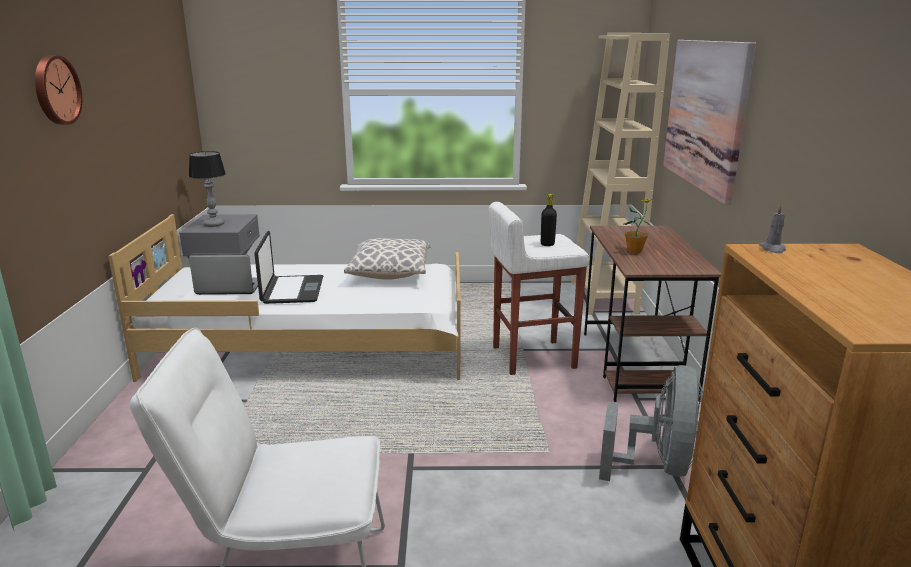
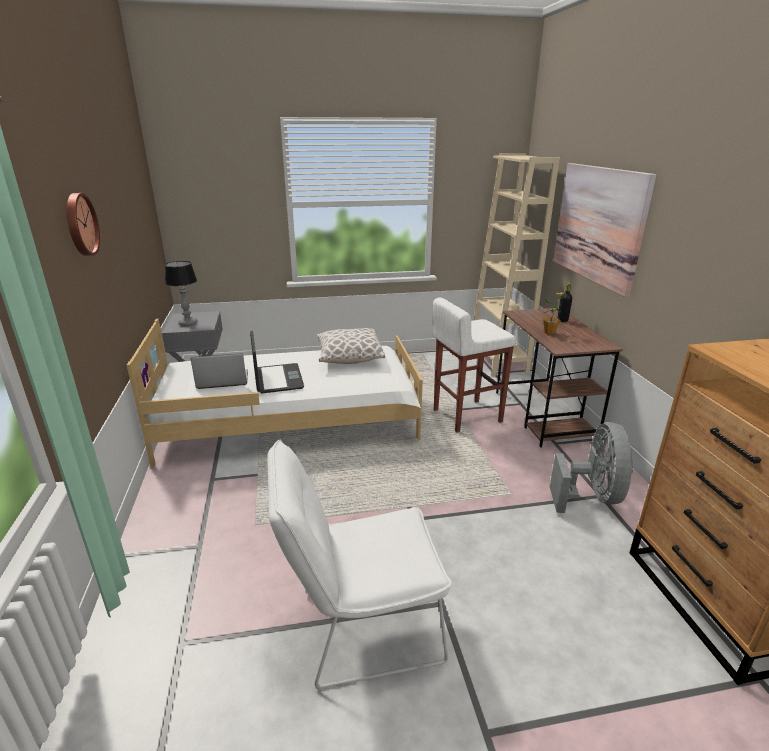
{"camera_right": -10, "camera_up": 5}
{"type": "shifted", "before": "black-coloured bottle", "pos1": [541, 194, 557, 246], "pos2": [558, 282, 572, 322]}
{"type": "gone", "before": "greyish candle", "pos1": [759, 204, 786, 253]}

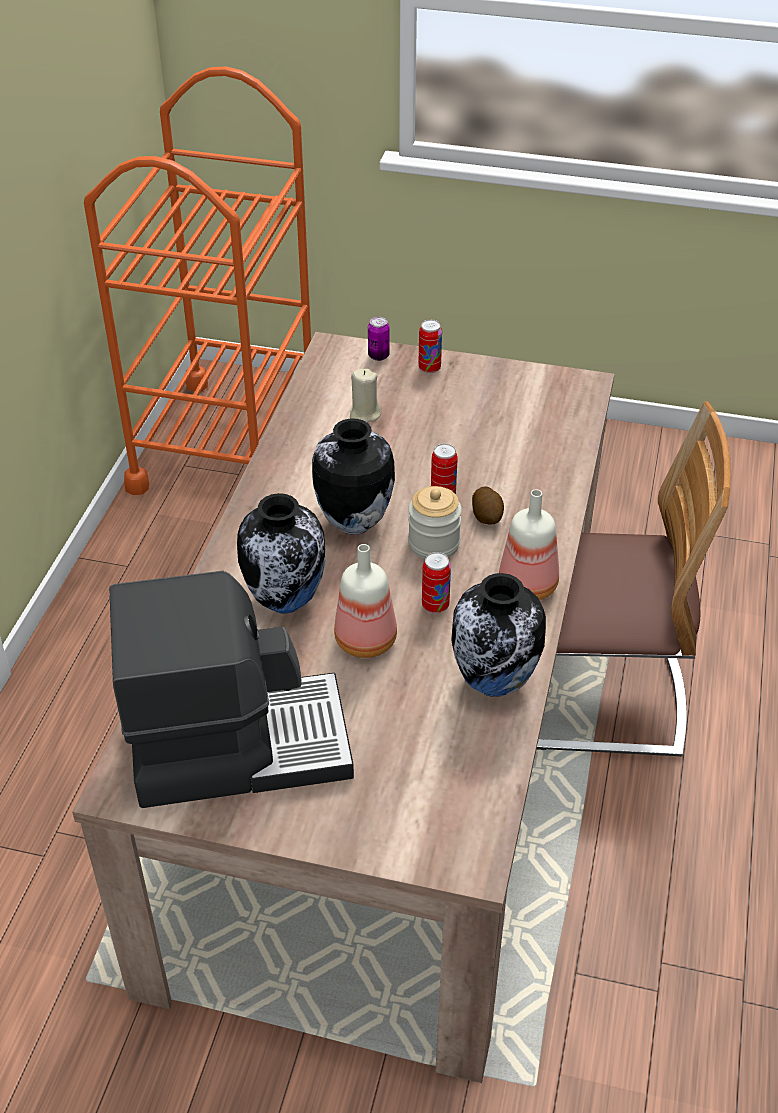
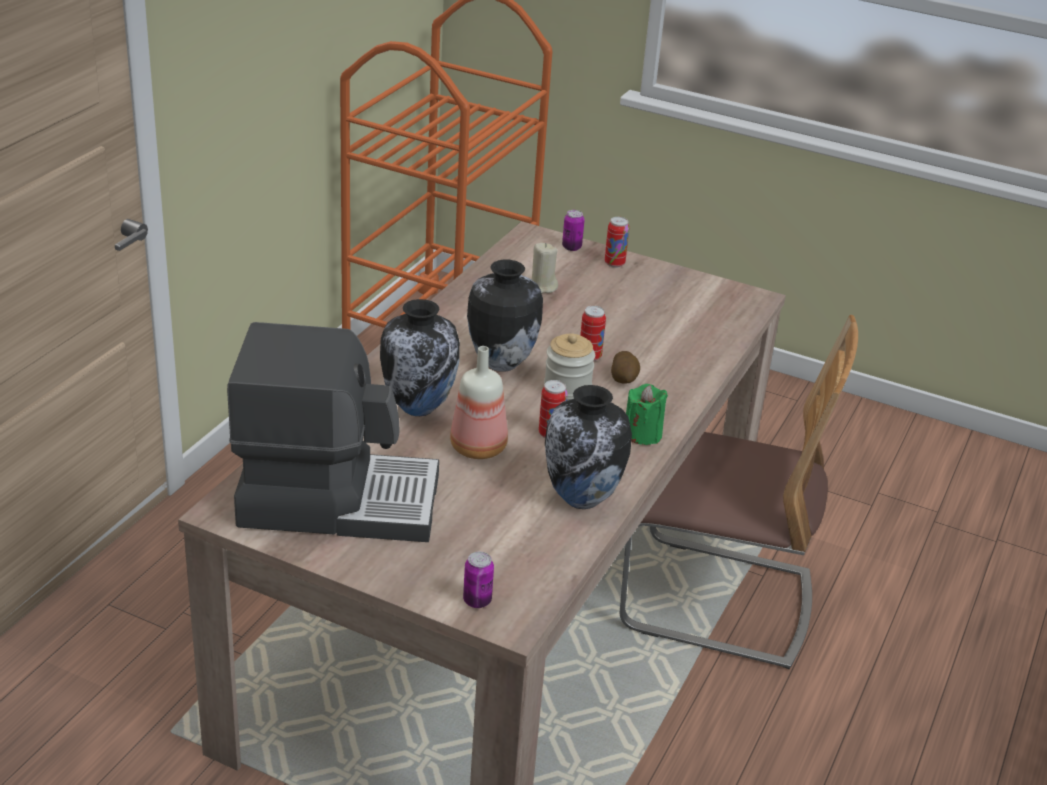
{"camera_right": 10, "camera_up": -10}
{"type": "swapped", "before": "bottle", "after": "greenish candle", "pos1": [499, 489, 559, 600], "pos2": [626, 384, 668, 445]}
{"type": "new", "after": "can", "pos2": [463, 552, 494, 608]}

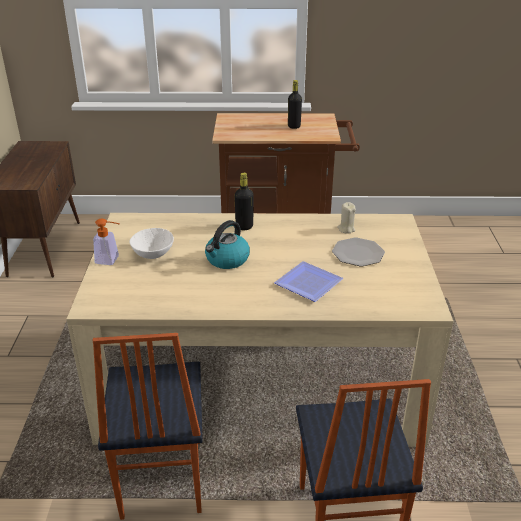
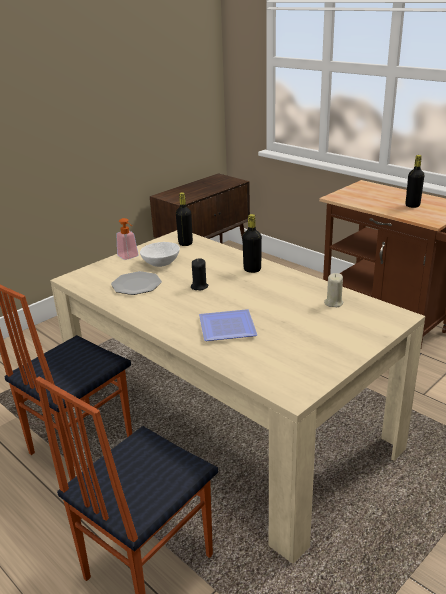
{"camera_right": 45, "camera_up": -5}
{"type": "swapped", "before": "water kettle", "after": "black-coloured candle", "pos1": [205, 220, 250, 269], "pos2": [191, 258, 208, 290]}
{"type": "shifted", "before": "dinner plate", "pos1": [332, 238, 385, 266], "pos2": [111, 271, 162, 295]}
{"type": "new", "after": "black-coloured bottle", "pos2": [176, 192, 193, 246]}

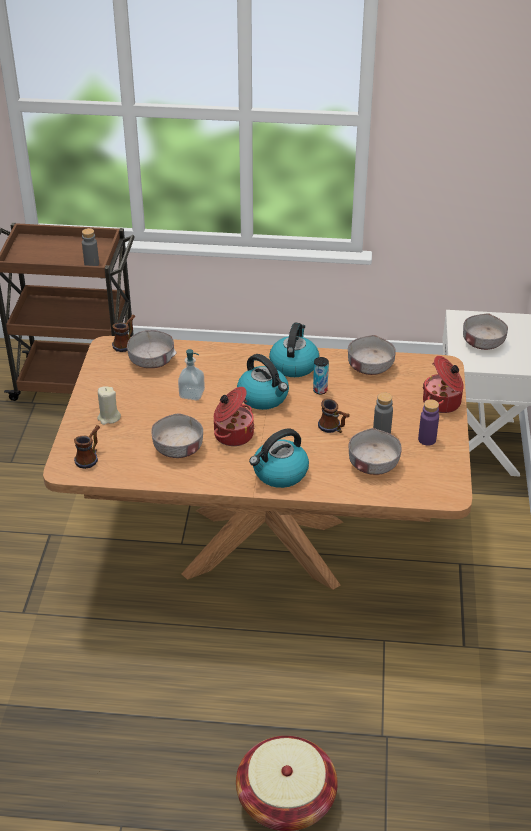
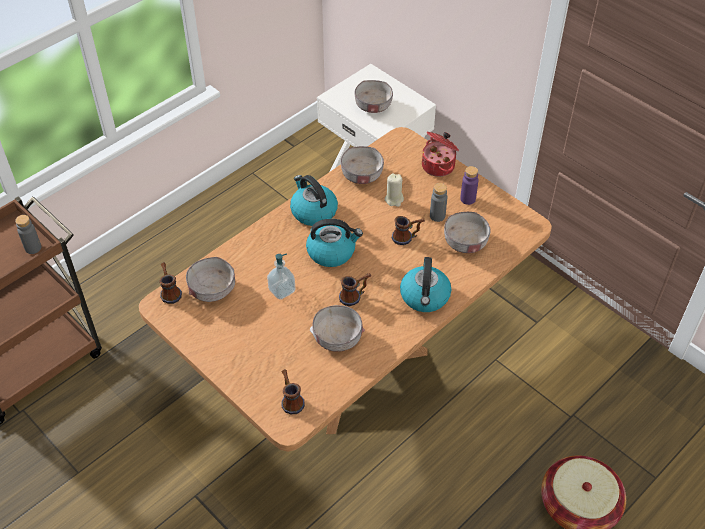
{"camera_right": -50, "camera_up": 10}
{"type": "shifted", "before": "beige-coloured candle", "pos1": [97, 386, 121, 425], "pos2": [385, 174, 404, 207]}
{"type": "swapped", "before": "saucepot", "after": "mug", "pos1": [214, 387, 254, 446], "pos2": [339, 273, 371, 306]}
{"type": "gone", "before": "can", "pos1": [313, 357, 329, 394]}

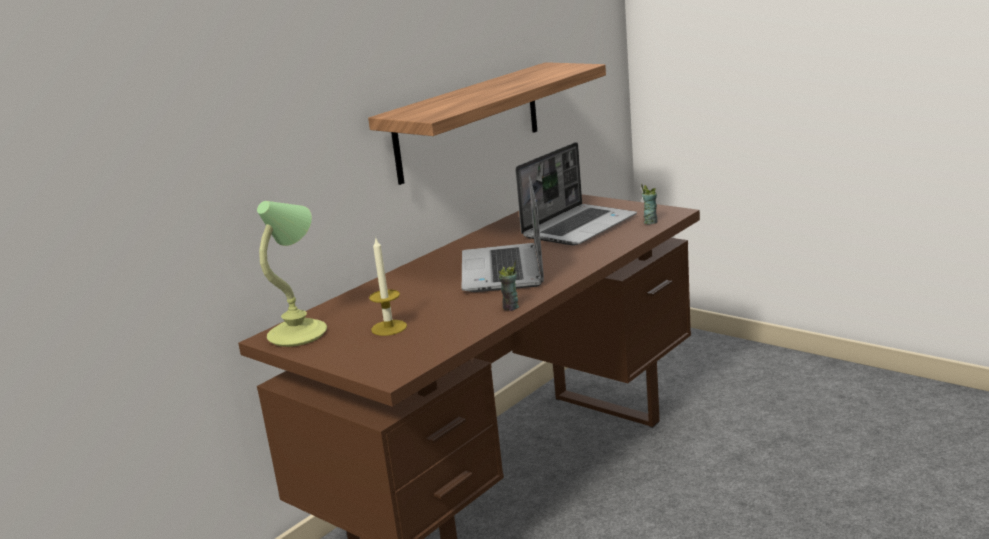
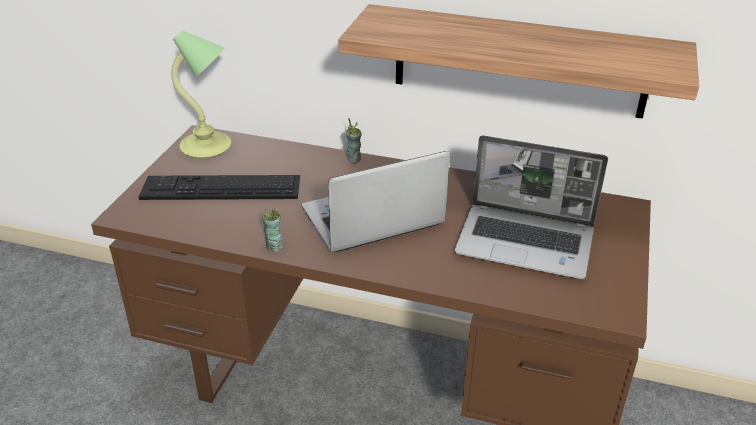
{"camera_right": 65, "camera_up": 15}
{"type": "swapped", "before": "candle", "after": "keyboard", "pos1": [369, 238, 407, 336], "pos2": [139, 175, 300, 200]}
{"type": "shifted", "before": "cup", "pos1": [641, 184, 657, 225], "pos2": [346, 118, 362, 163]}

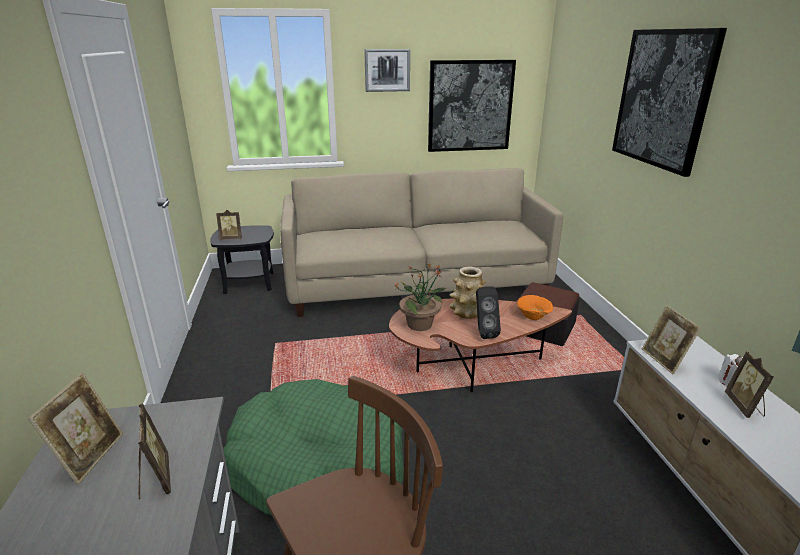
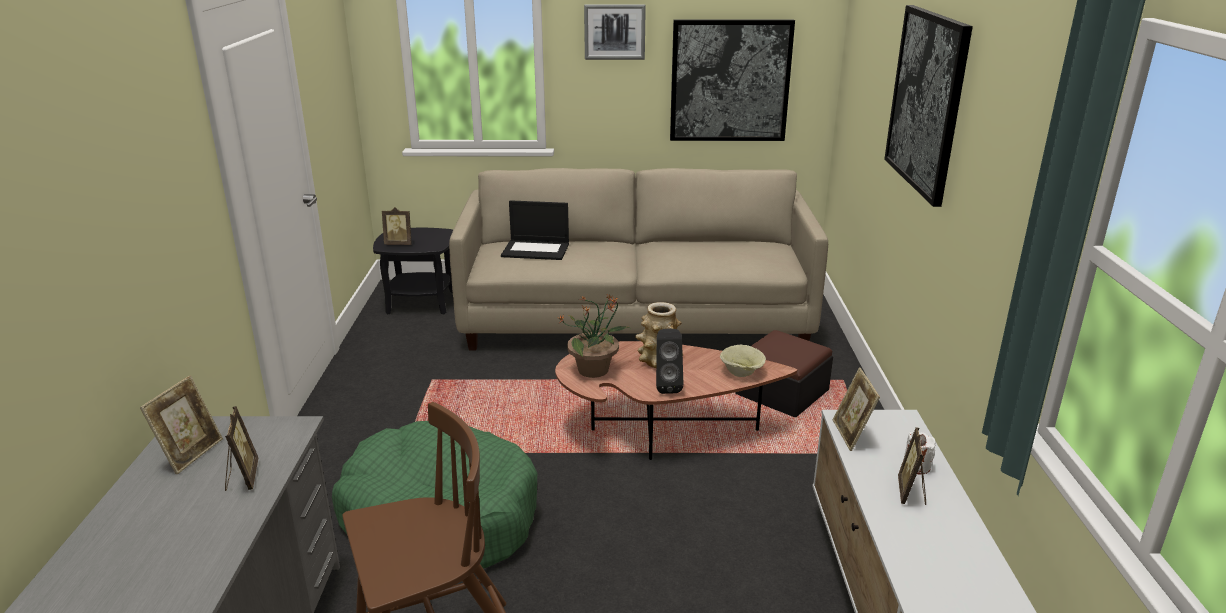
{"camera_right": 10, "camera_up": 0}
{"type": "repainted", "before": "orange serving bowl", "after": "beige-coloured serving bowl", "pos1": [517, 295, 553, 320], "pos2": [720, 345, 766, 377]}
{"type": "new", "after": "portable computer", "pos2": [501, 200, 569, 260]}

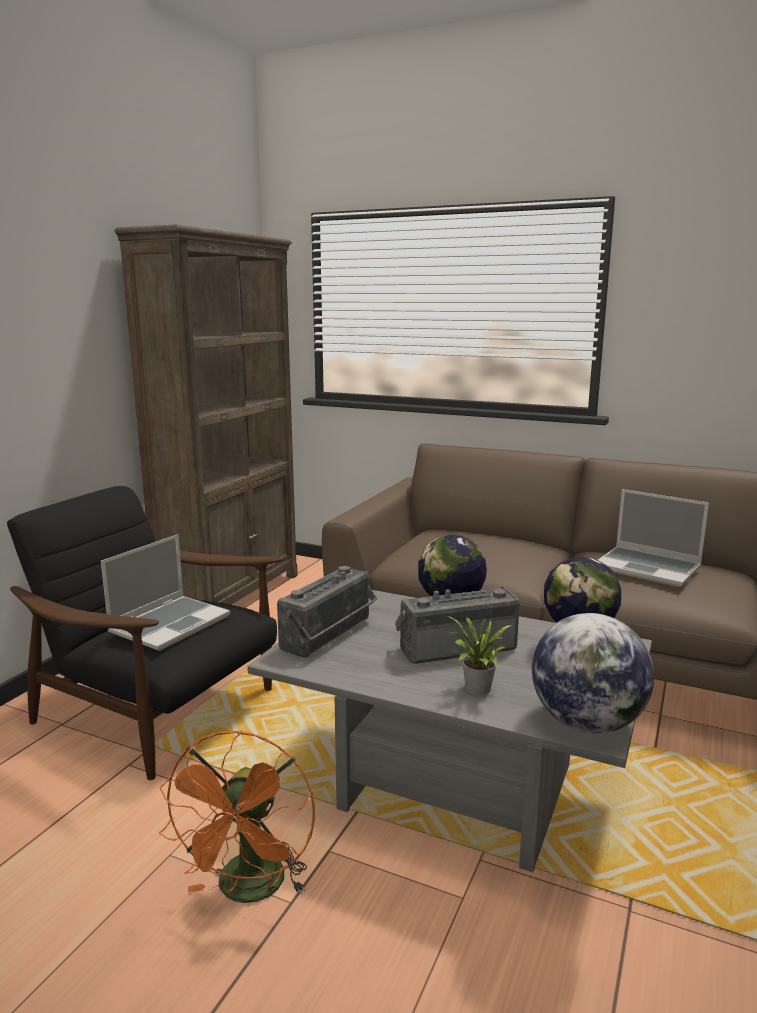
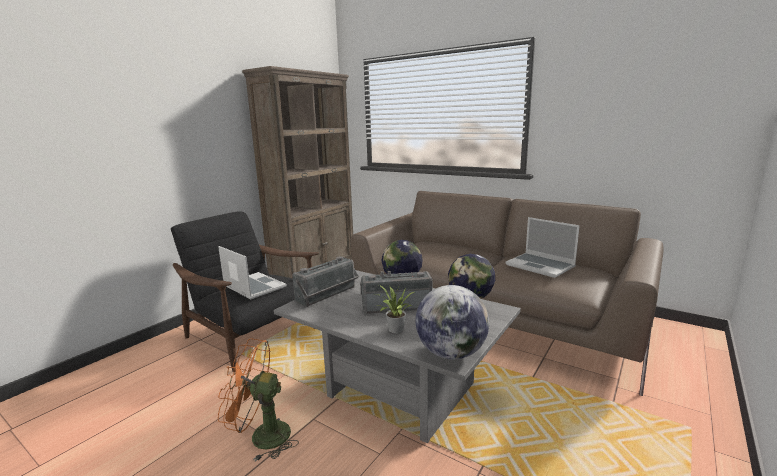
{"camera_right": 10, "camera_up": 0}
{"type": "rotated", "before": "portable computer", "pos1": [101, 534, 230, 651], "pos2": [218, 246, 287, 299], "turn": -90}
{"type": "rotated", "before": "orange fan", "pos1": [159, 730, 315, 903], "pos2": [218, 338, 299, 461], "turn": 75}

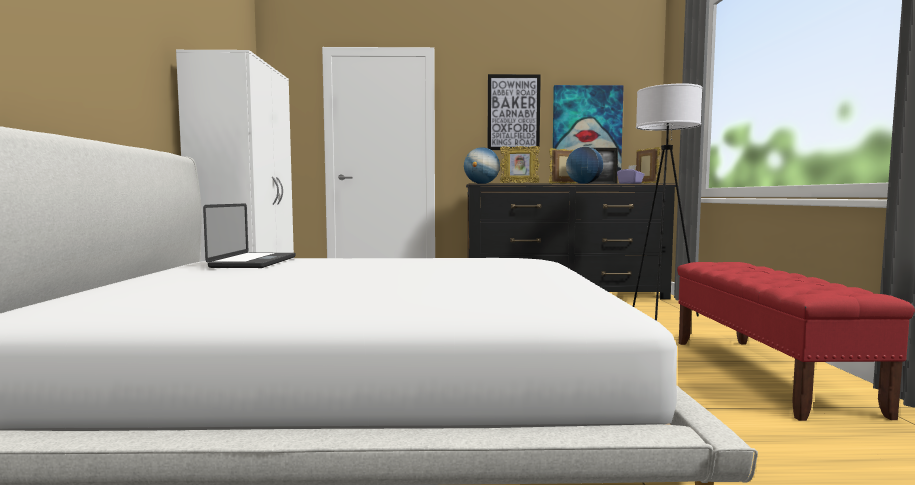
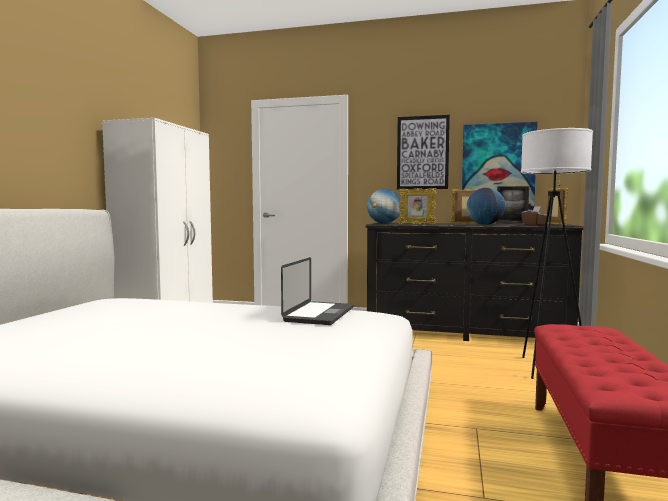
{"camera_right": 15, "camera_up": 0}
{"type": "shifted", "before": "portable computer", "pos1": [203, 203, 296, 268], "pos2": [281, 257, 353, 325]}
{"type": "repainted", "before": "purplish tissue box", "after": "brown tissue box", "pos1": [617, 165, 645, 184], "pos2": [521, 206, 547, 226]}

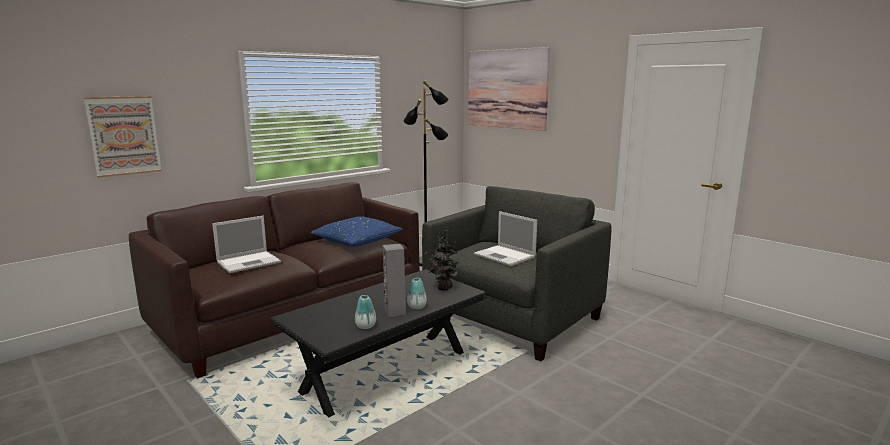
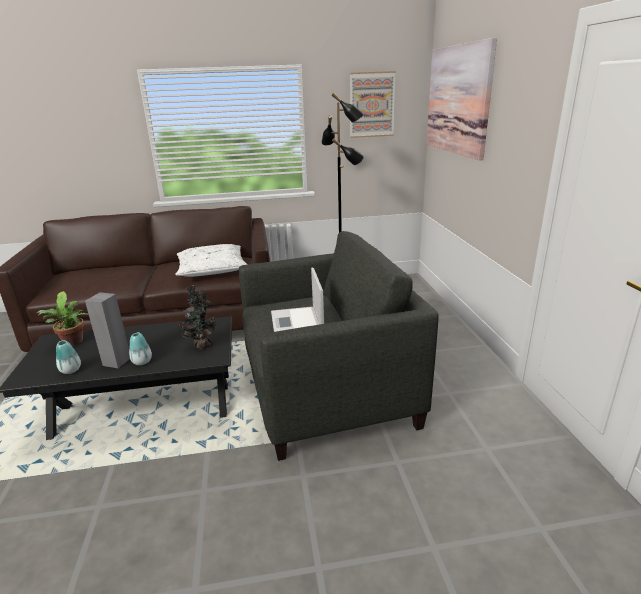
{"camera_right": 35, "camera_up": 10}
{"type": "shifted", "before": "wall art", "pos1": [84, 96, 162, 178], "pos2": [350, 71, 396, 138]}
{"type": "gone", "before": "portable computer", "pos1": [212, 216, 281, 273]}
{"type": "repainted", "before": "blue-coloured pillow", "after": "white pillow", "pos1": [310, 216, 403, 247], "pos2": [176, 244, 247, 277]}
{"type": "new", "after": "potted plant", "pos2": [36, 291, 89, 346]}

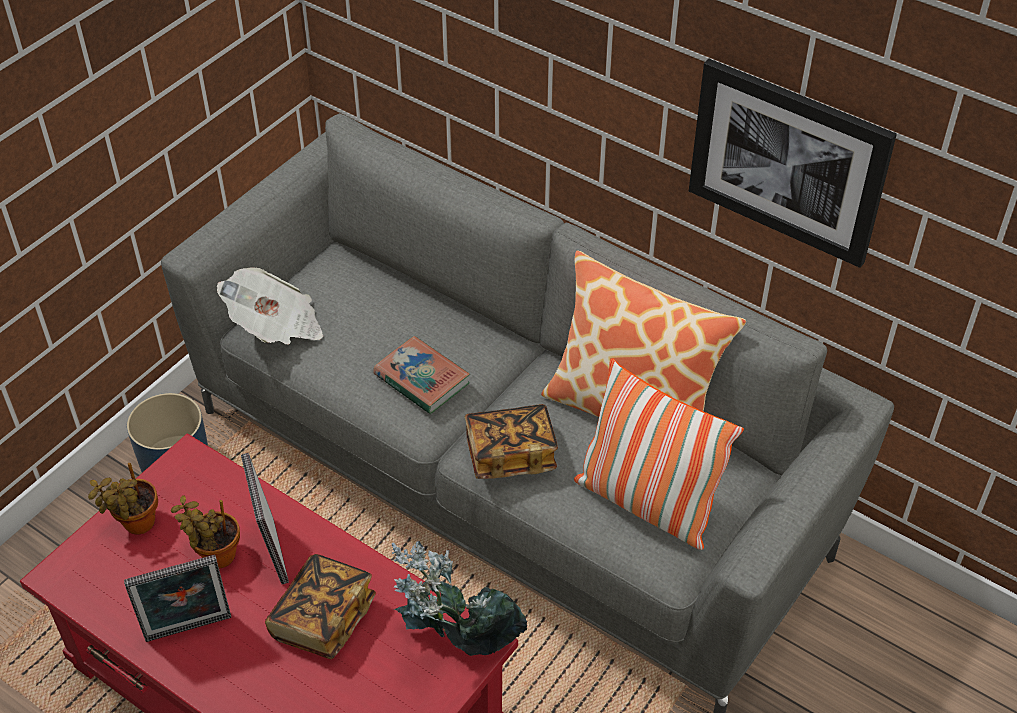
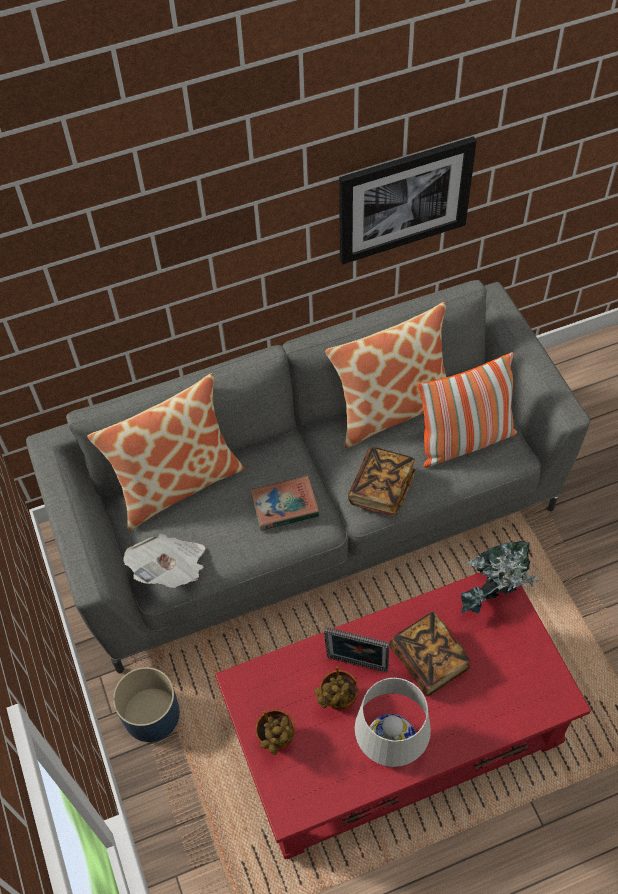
{"camera_right": -55, "camera_up": 10}
{"type": "swapped", "before": "standing frame", "after": "white table lamp", "pos1": [124, 555, 231, 642], "pos2": [355, 678, 431, 767]}
{"type": "new", "after": "pillow", "pos2": [87, 373, 245, 530]}

